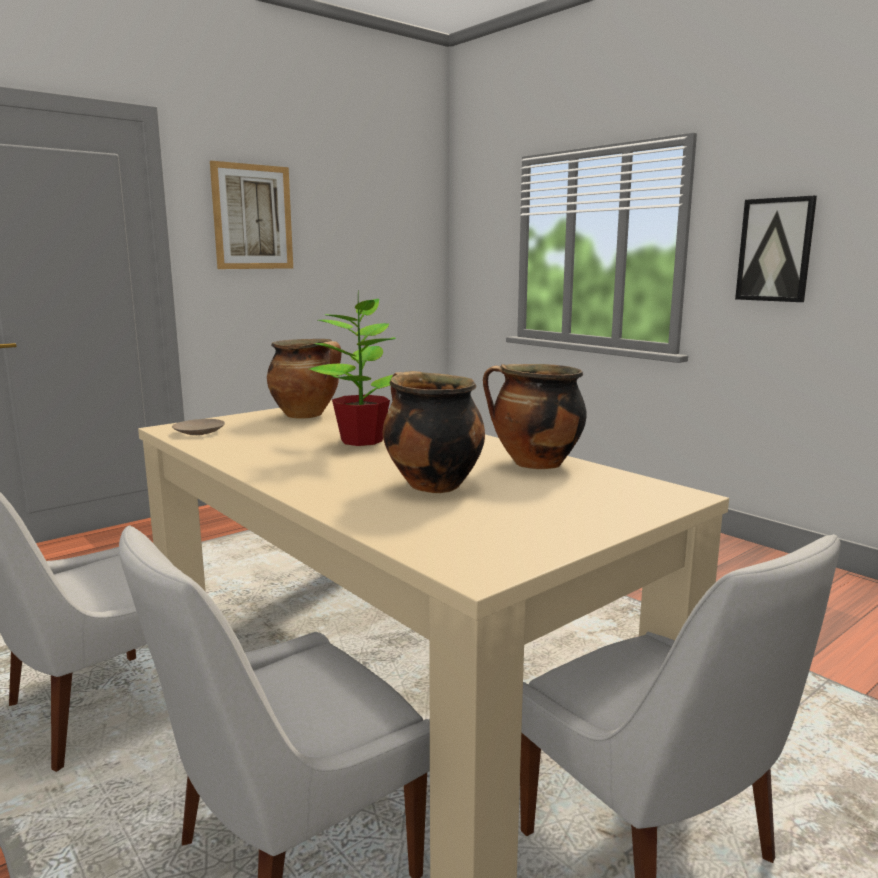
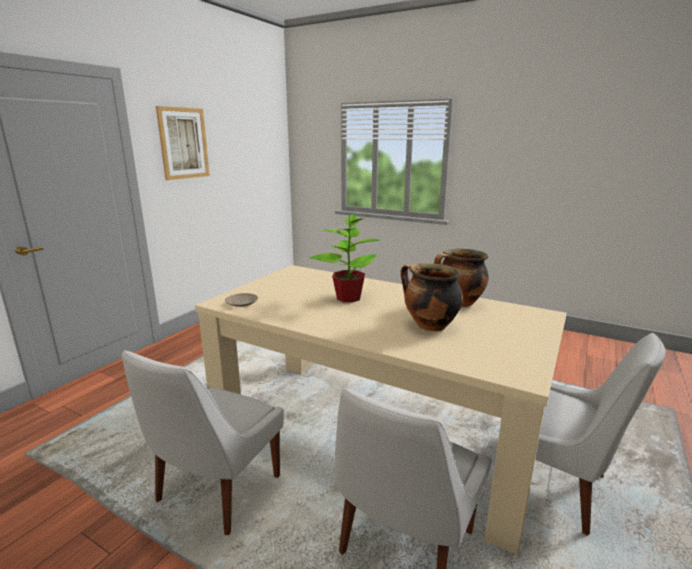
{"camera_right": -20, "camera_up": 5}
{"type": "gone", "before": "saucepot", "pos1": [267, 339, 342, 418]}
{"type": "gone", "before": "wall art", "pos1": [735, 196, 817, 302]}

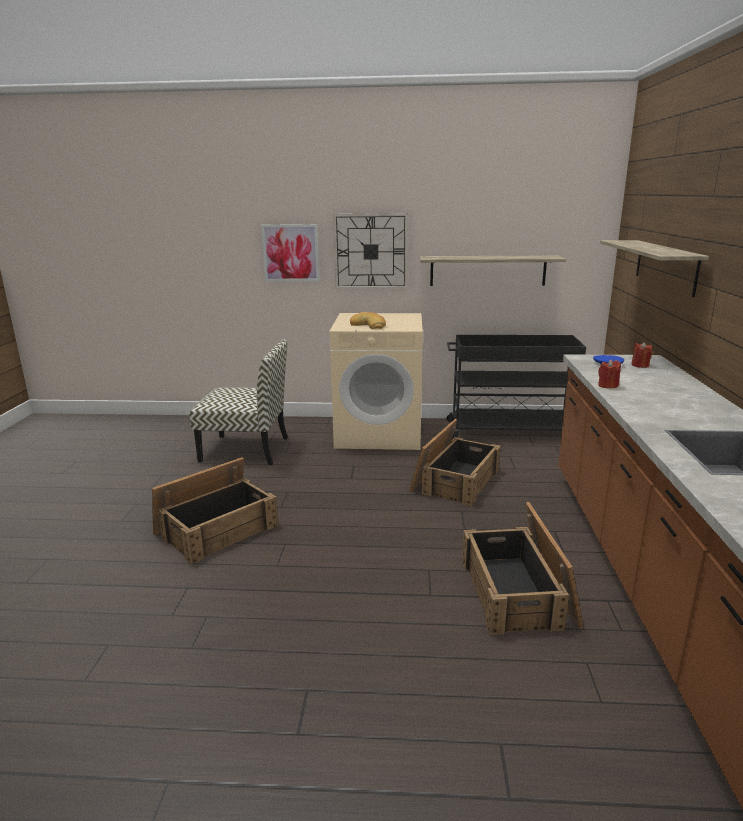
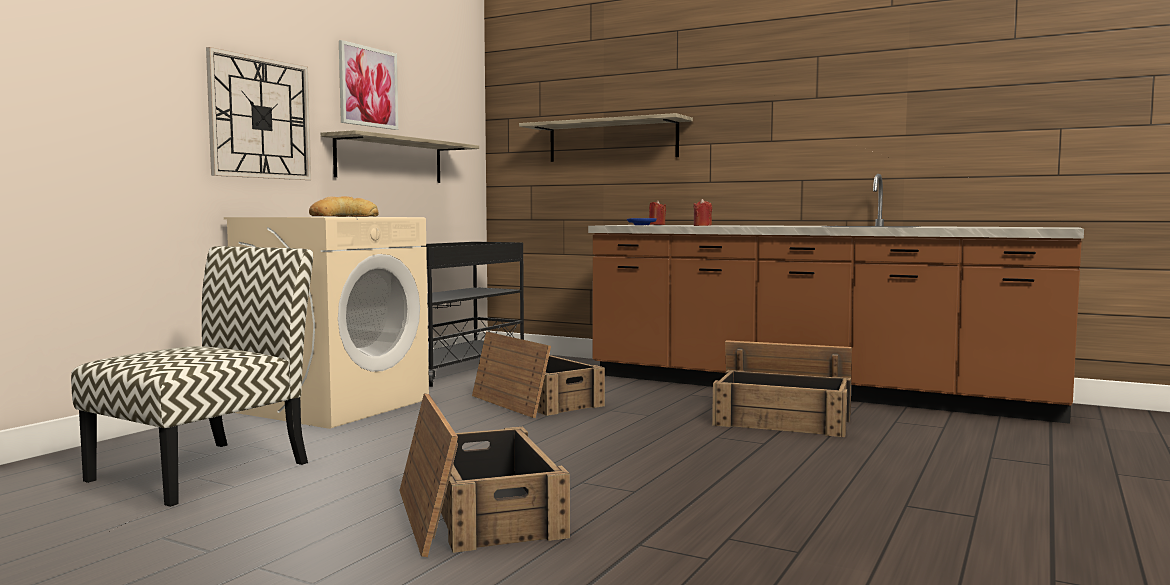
{"camera_right": -65, "camera_up": -15}
{"type": "shifted", "before": "wall art", "pos1": [261, 224, 319, 281], "pos2": [339, 40, 398, 130]}

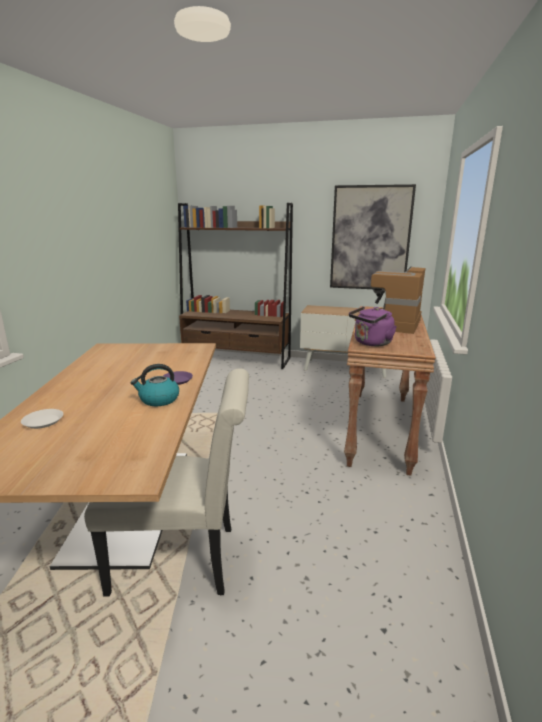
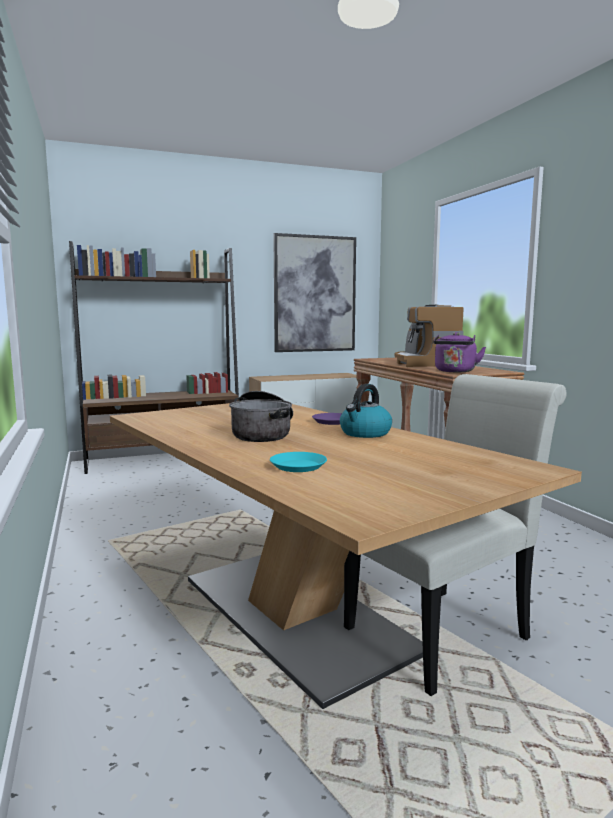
{"camera_right": -35, "camera_up": -10}
{"type": "repainted", "before": "white dinner plate", "after": "blue-green dinner plate", "pos1": [21, 409, 63, 429], "pos2": [270, 452, 327, 472]}
{"type": "new", "after": "saucepot", "pos2": [229, 391, 293, 442]}

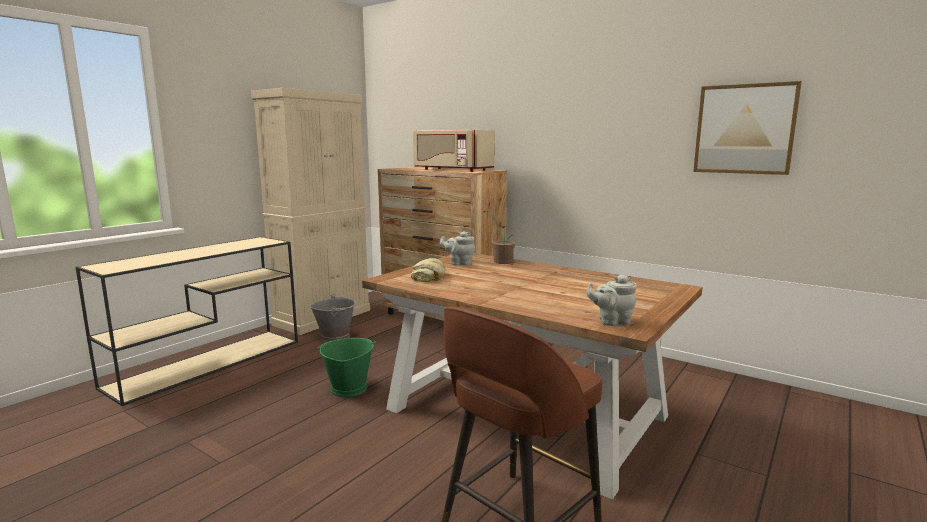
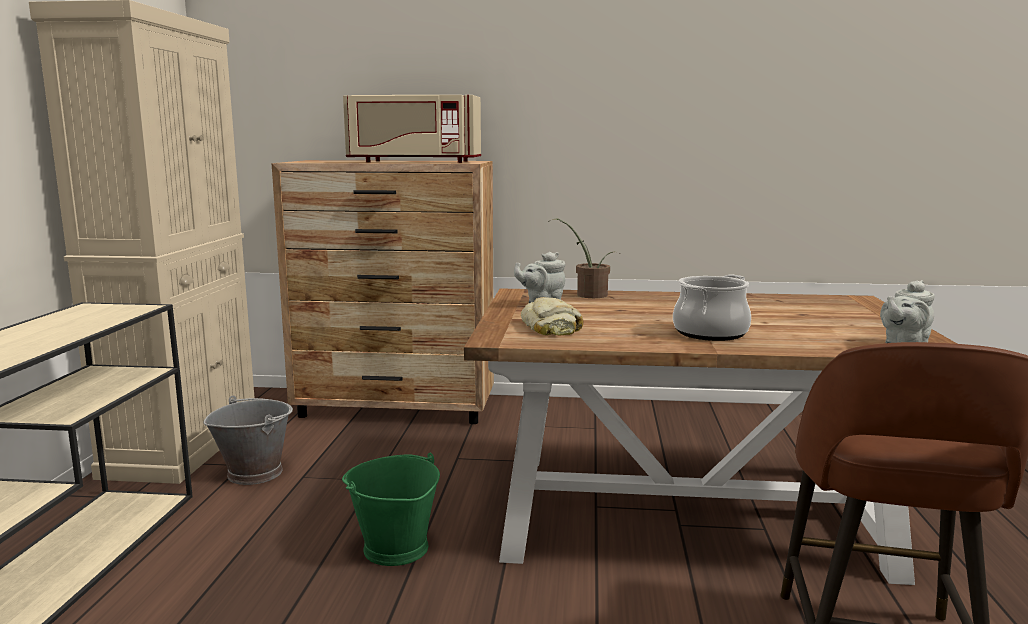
{"camera_right": -30, "camera_up": 0}
{"type": "gone", "before": "wall art", "pos1": [693, 81, 802, 175]}
{"type": "new", "after": "saucepot", "pos2": [673, 275, 751, 341]}

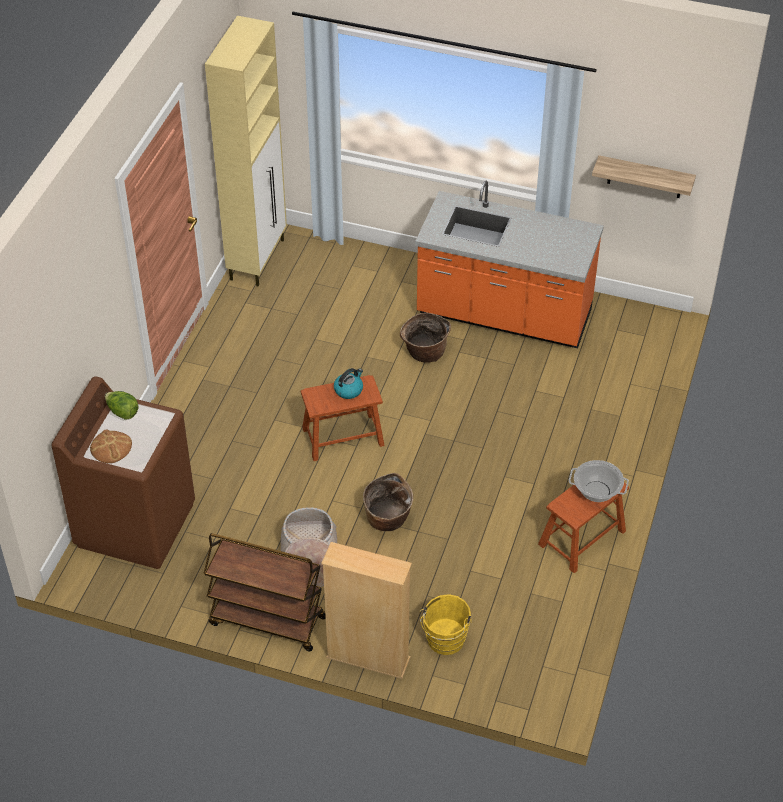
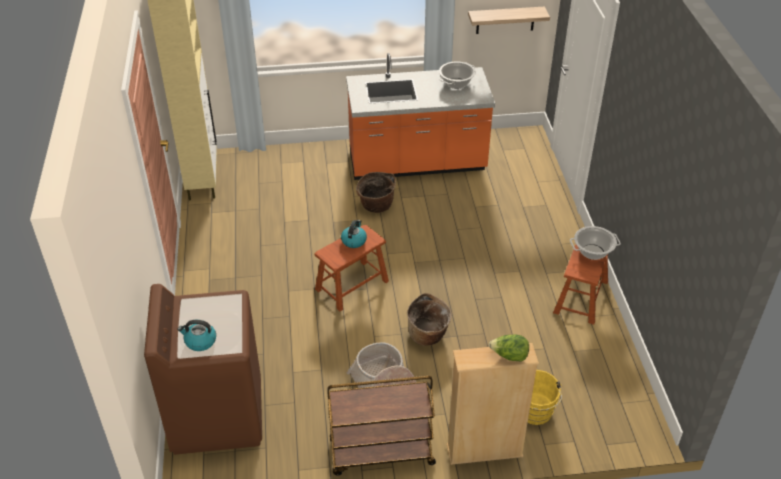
{"camera_right": -25, "camera_up": -5}
{"type": "swapped", "before": "baked bread", "after": "water kettle", "pos1": [90, 430, 132, 463], "pos2": [178, 320, 216, 351]}
{"type": "shifted", "before": "head of lettuce", "pos1": [105, 391, 138, 420], "pos2": [489, 335, 529, 362]}
{"type": "new", "after": "saucepot", "pos2": [439, 62, 476, 89]}

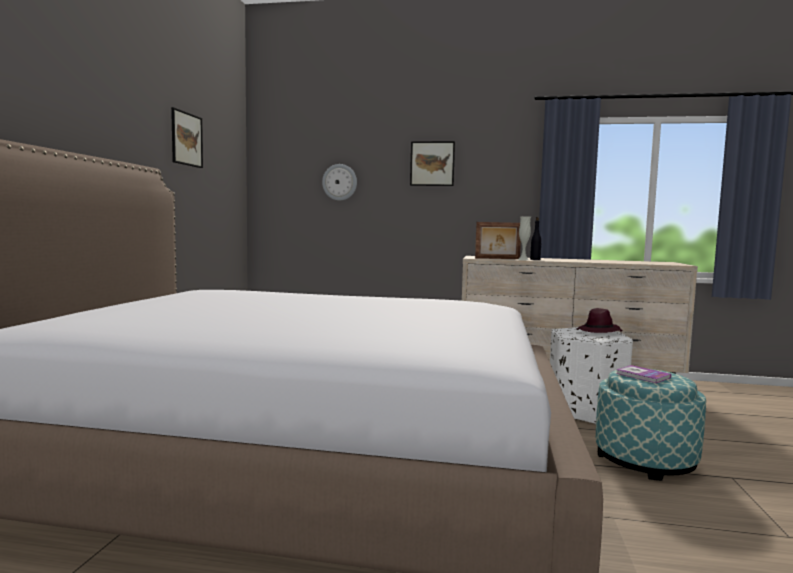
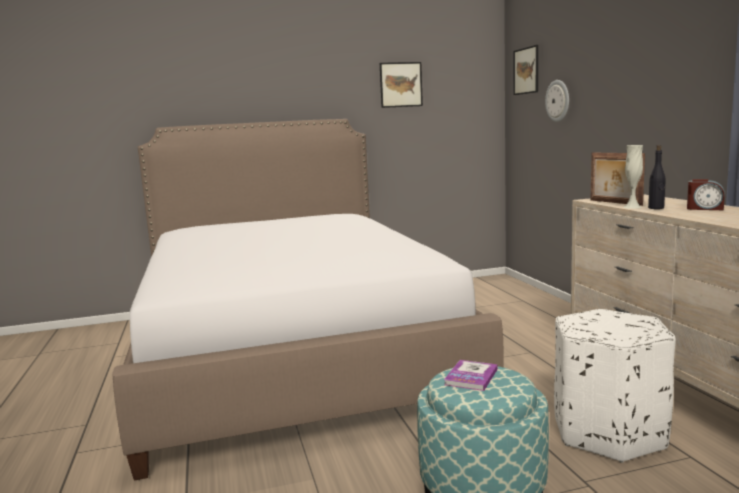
{"camera_right": 65, "camera_up": 5}
{"type": "shifted", "before": "wall art", "pos1": [410, 141, 455, 186], "pos2": [514, 45, 538, 95]}
{"type": "gone", "before": "purplish wearable hat", "pos1": [577, 308, 623, 333]}
{"type": "new", "after": "alarm clock", "pos2": [687, 179, 725, 210]}

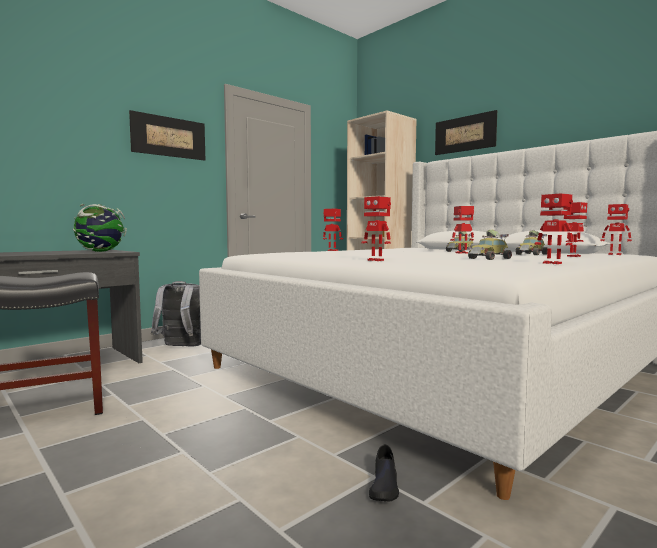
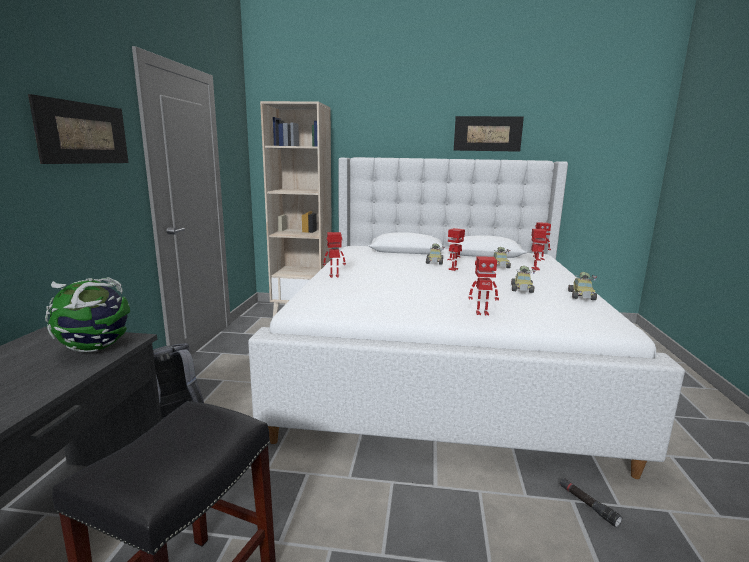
{"camera_right": -40, "camera_up": 10}
{"type": "swapped", "before": "black-coloured low shoe", "after": "black-coloured hand torch", "pos1": [369, 444, 399, 501], "pos2": [560, 478, 622, 527]}
{"type": "shifted", "before": "wall art", "pos1": [435, 110, 497, 155], "pos2": [454, 116, 524, 152]}
{"type": "swapped", "before": "toy robot", "after": "model car", "pos1": [535, 193, 573, 264], "pos2": [568, 272, 597, 300]}

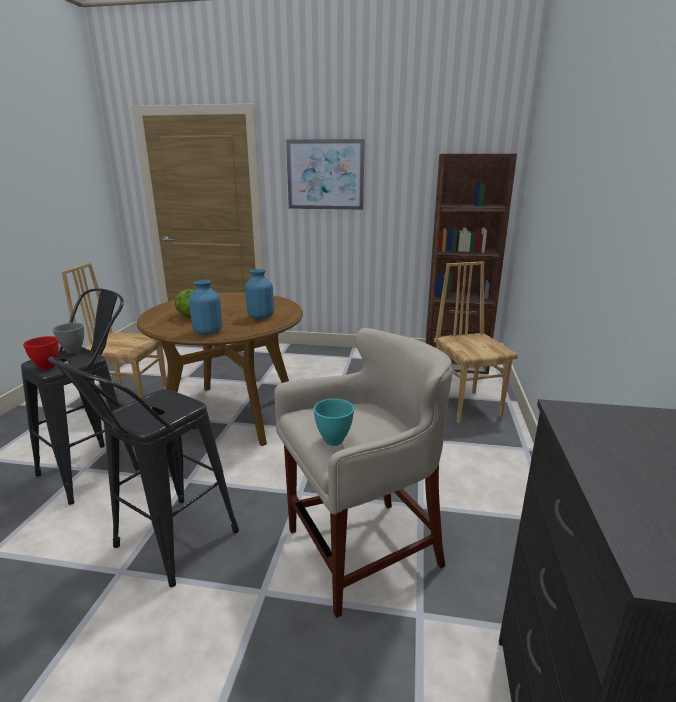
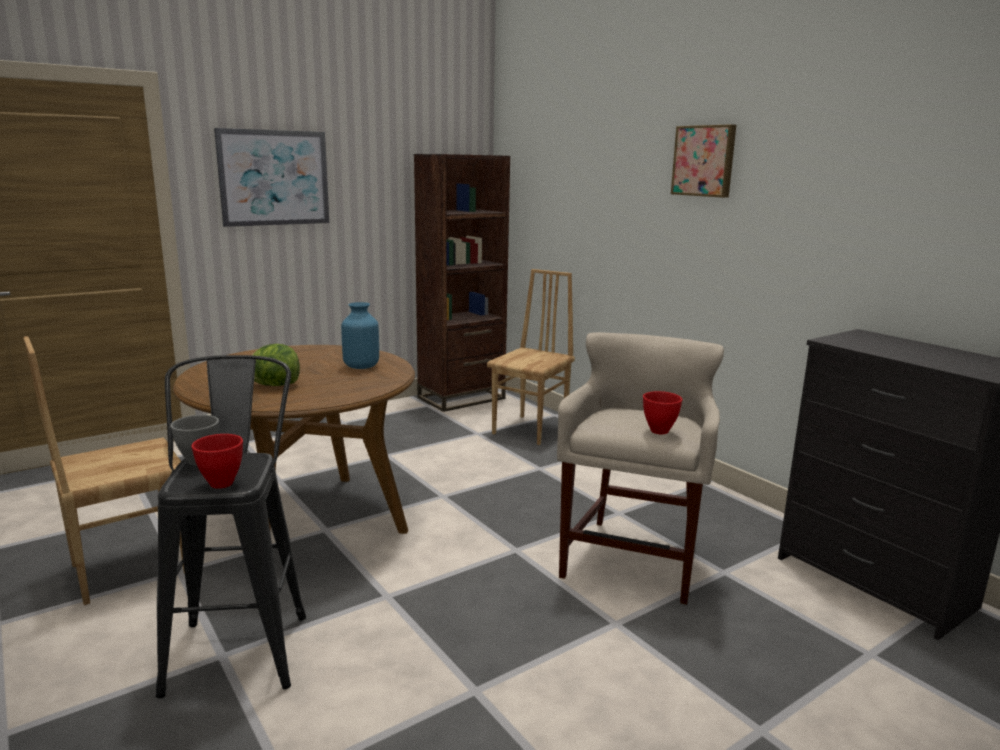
{"camera_right": -45, "camera_up": -5}
{"type": "gone", "before": "black-coloured sitting stool", "pos1": [48, 357, 239, 587]}
{"type": "gone", "before": "blue-coloured flower vase", "pos1": [189, 280, 222, 335]}
{"type": "repainted", "before": "blue-green serving bowl", "after": "reddish serving bowl", "pos1": [313, 399, 354, 446], "pos2": [643, 391, 682, 434]}
{"type": "rotated", "before": "brown upright chair", "pos1": [434, 261, 518, 423], "pos2": [487, 269, 575, 445], "turn": 90}
{"type": "new", "after": "wall art", "pos2": [671, 124, 736, 198]}

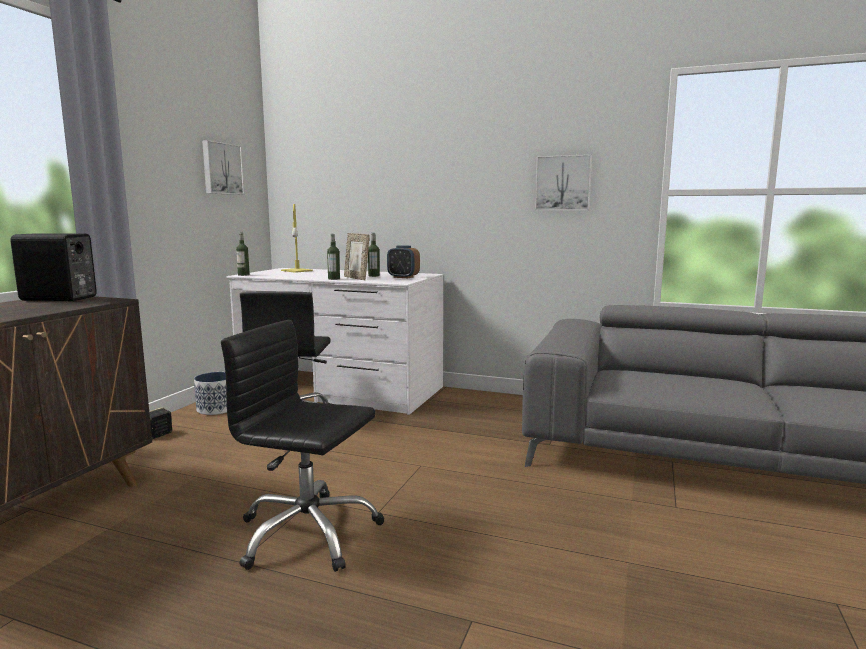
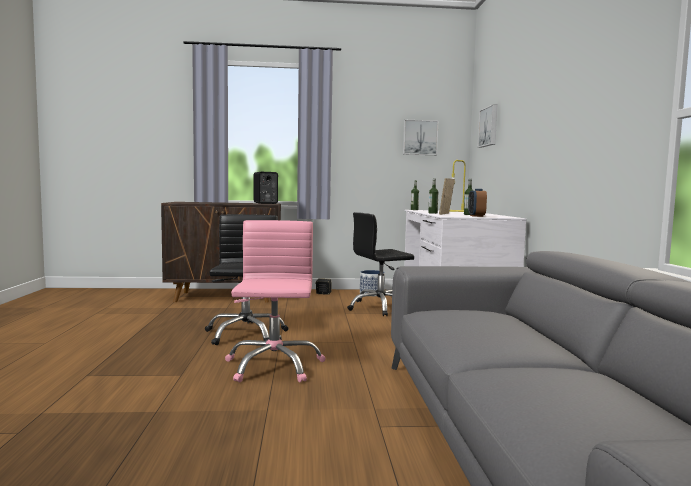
{"camera_right": 65, "camera_up": -5}
{"type": "shifted", "before": "wall art", "pos1": [535, 154, 592, 211], "pos2": [478, 104, 497, 148]}
{"type": "new", "after": "pink-coloured desk chair", "pos2": [225, 220, 325, 383]}

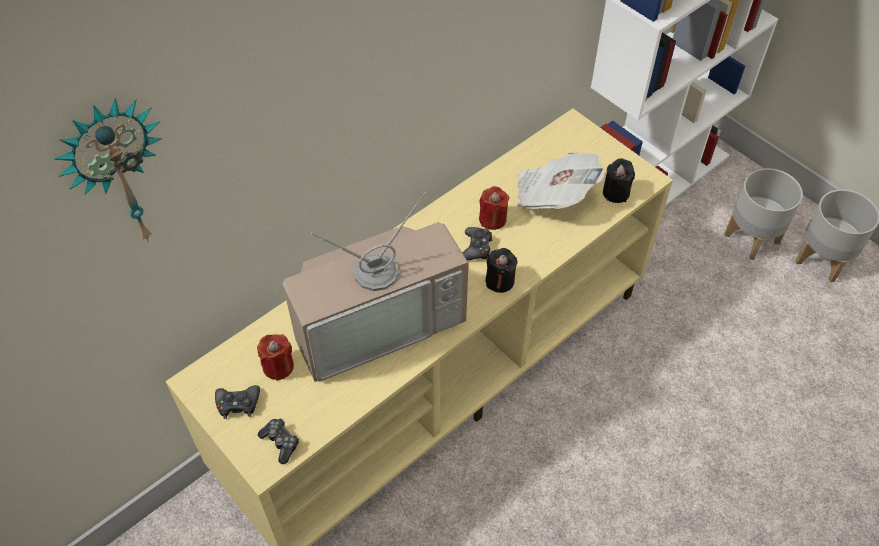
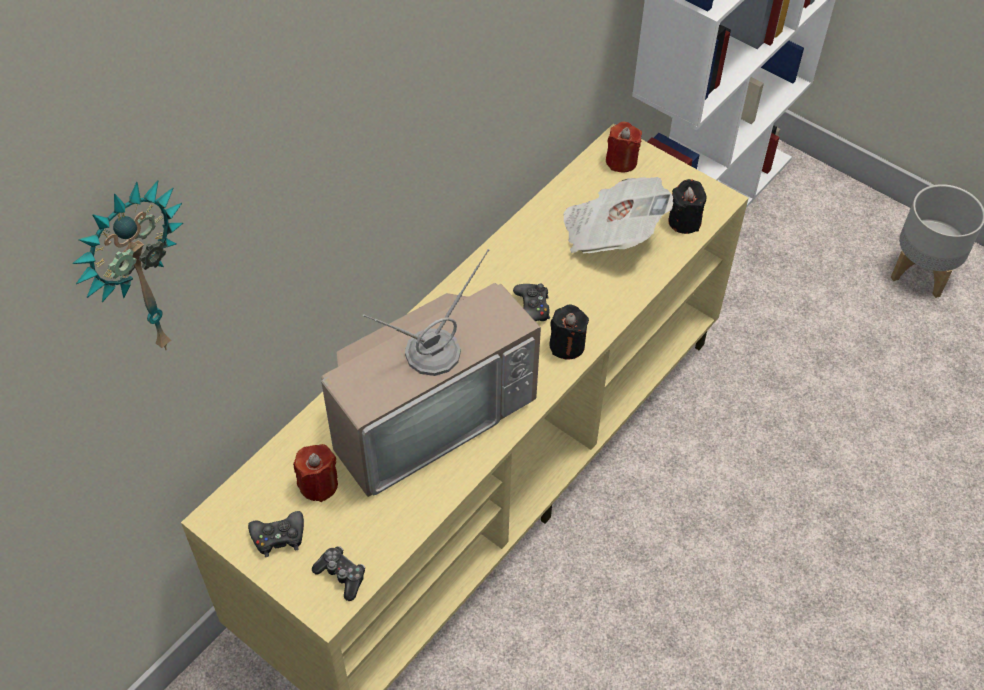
{"camera_right": -10, "camera_up": 0}
{"type": "shifted", "before": "reddish candle", "pos1": [479, 186, 509, 230], "pos2": [606, 122, 642, 173]}
{"type": "gone", "before": "greyish plant pot", "pos1": [724, 168, 803, 260]}

